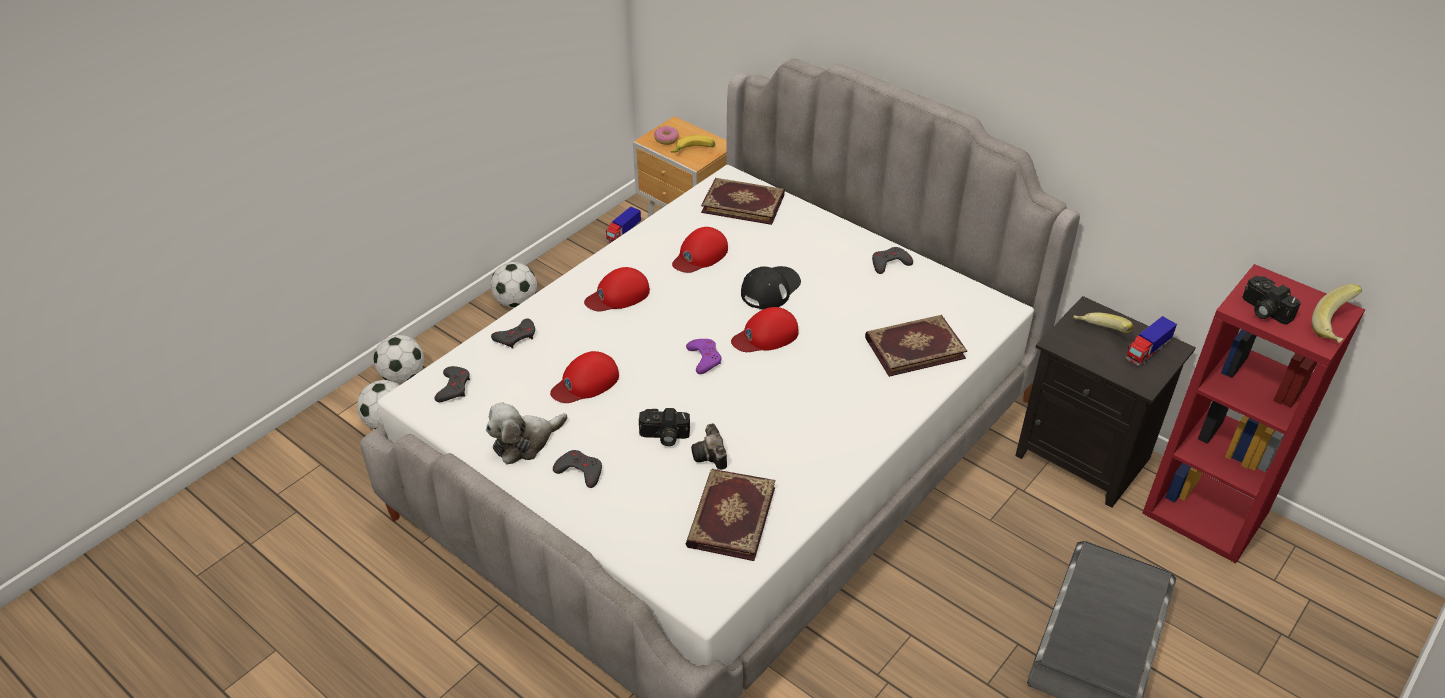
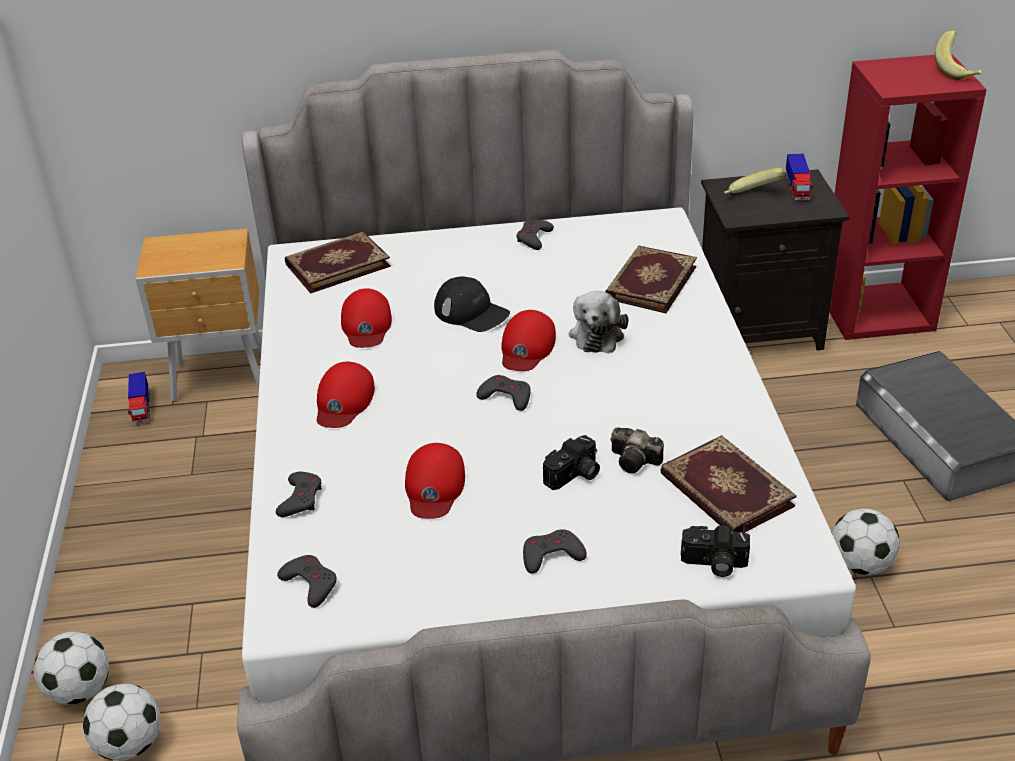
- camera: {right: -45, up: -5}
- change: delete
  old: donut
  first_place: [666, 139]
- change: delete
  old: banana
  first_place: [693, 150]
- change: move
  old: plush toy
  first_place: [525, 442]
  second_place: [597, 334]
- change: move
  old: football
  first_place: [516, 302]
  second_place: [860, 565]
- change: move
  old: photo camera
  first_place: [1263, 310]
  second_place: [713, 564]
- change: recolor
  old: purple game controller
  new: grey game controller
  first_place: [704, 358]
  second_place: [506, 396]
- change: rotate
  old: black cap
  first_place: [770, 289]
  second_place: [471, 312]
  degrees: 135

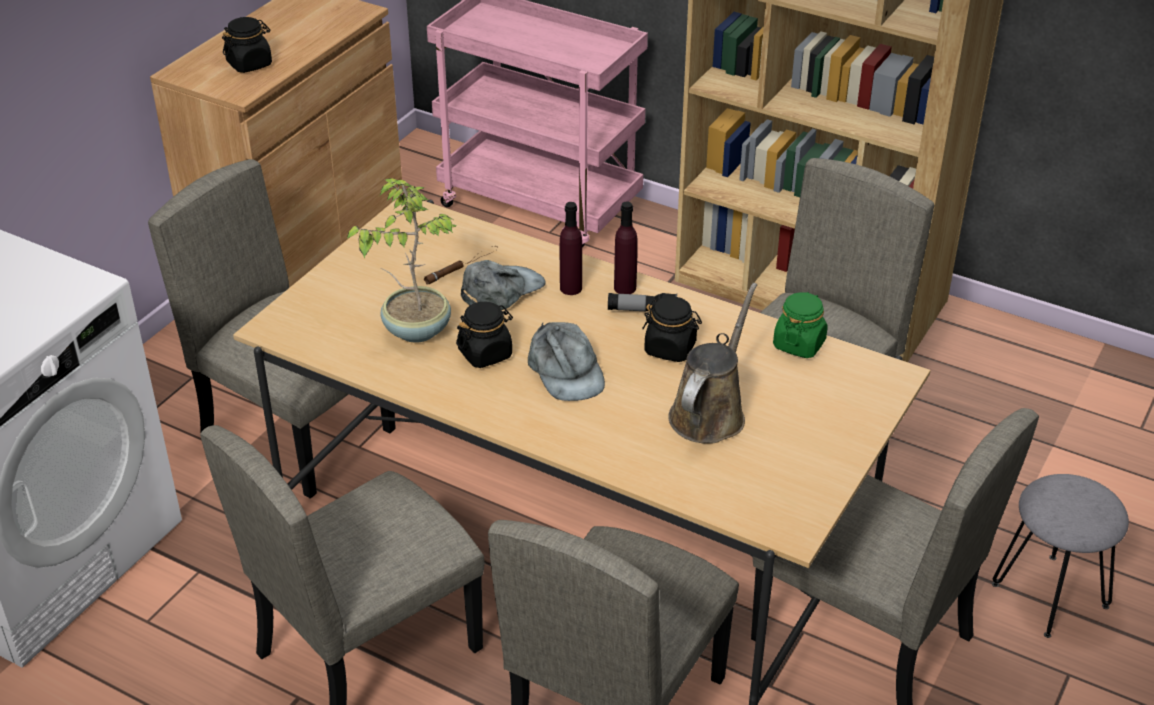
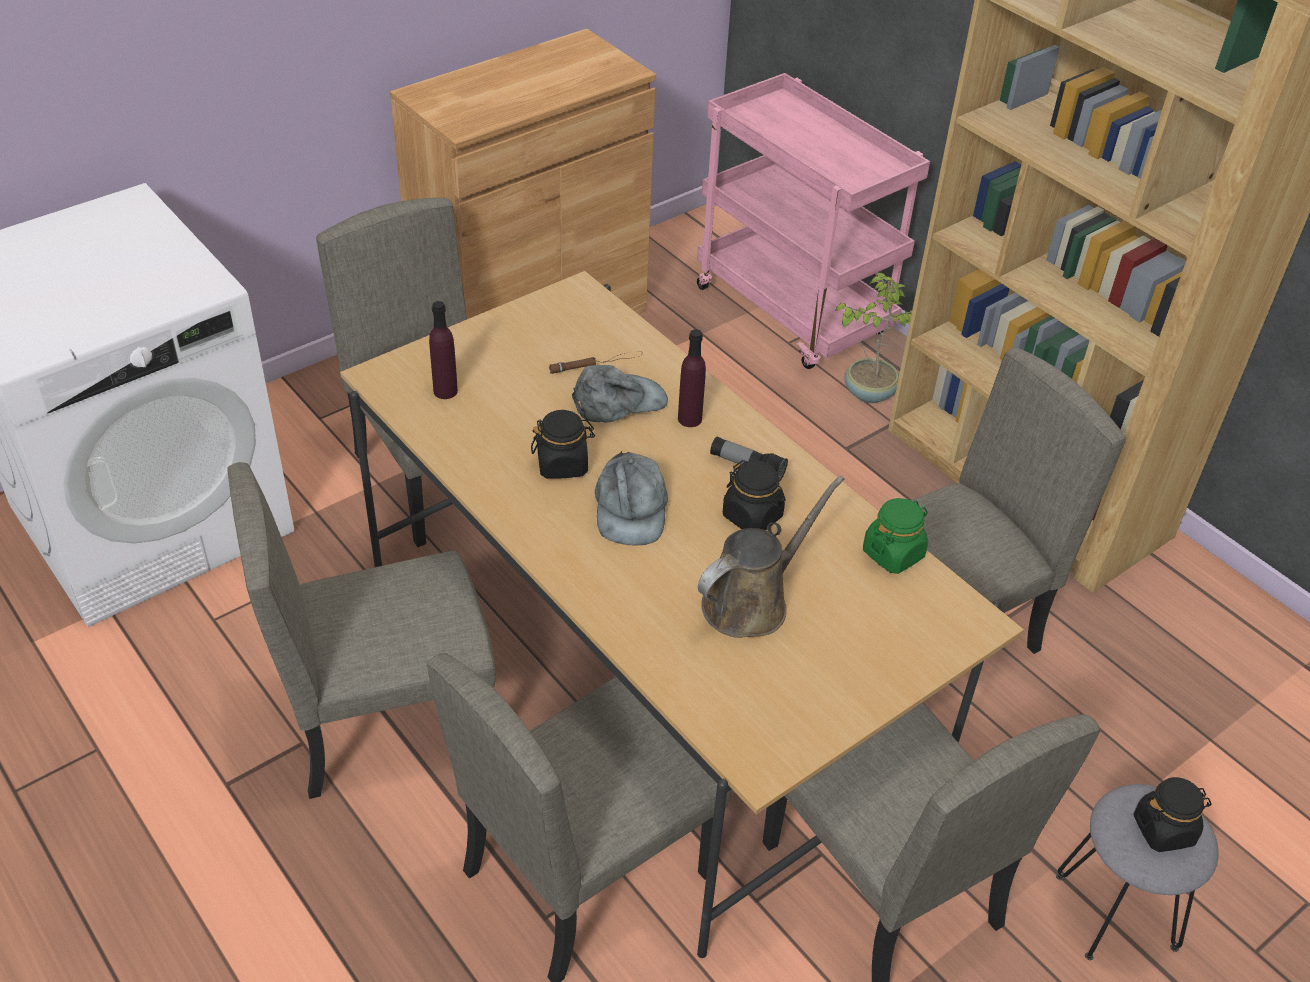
- camera: {right: 20, up: 5}
- change: move
  old: black jar
  first_place: [250, 64]
  second_place: [1164, 829]
- change: move
  old: potted plant
  first_place: [416, 329]
  second_place: [868, 392]
- change: move
  old: purple bottle
  first_place: [625, 288]
  second_place: [445, 391]

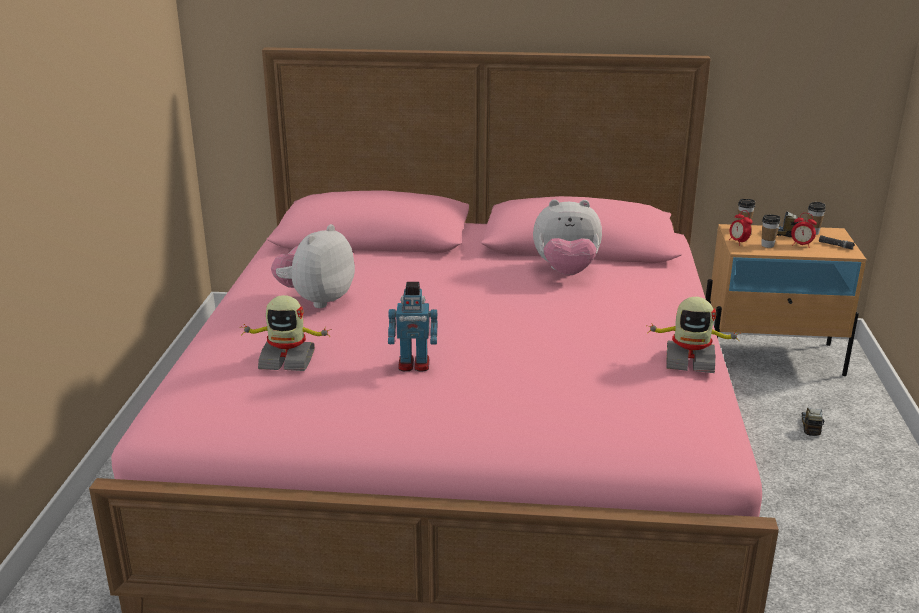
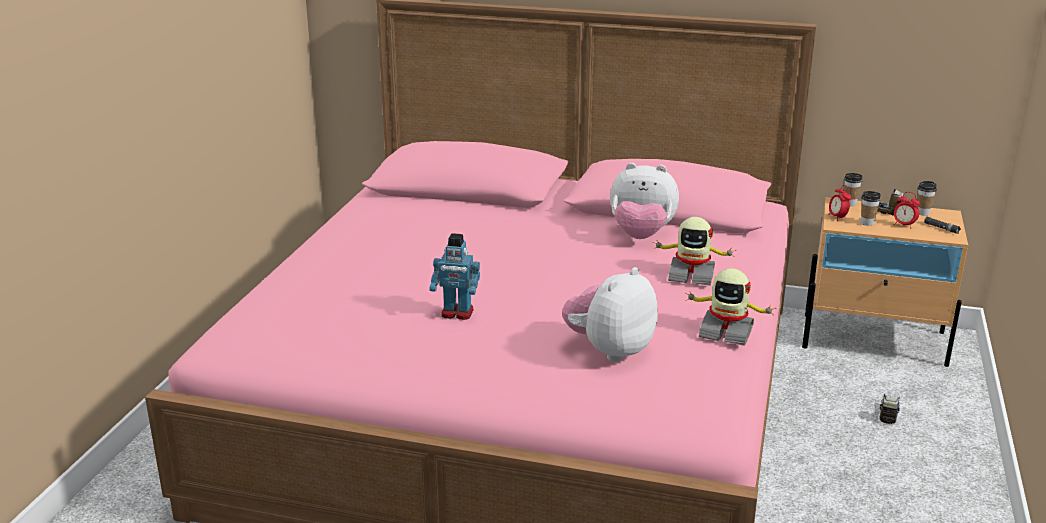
- camera: {right: 10, up: 0}
- change: move
  old: toy robot
  first_place: [287, 359]
  second_place: [691, 275]
- change: move
  old: plush toy
  first_place: [316, 300]
  second_place: [610, 350]

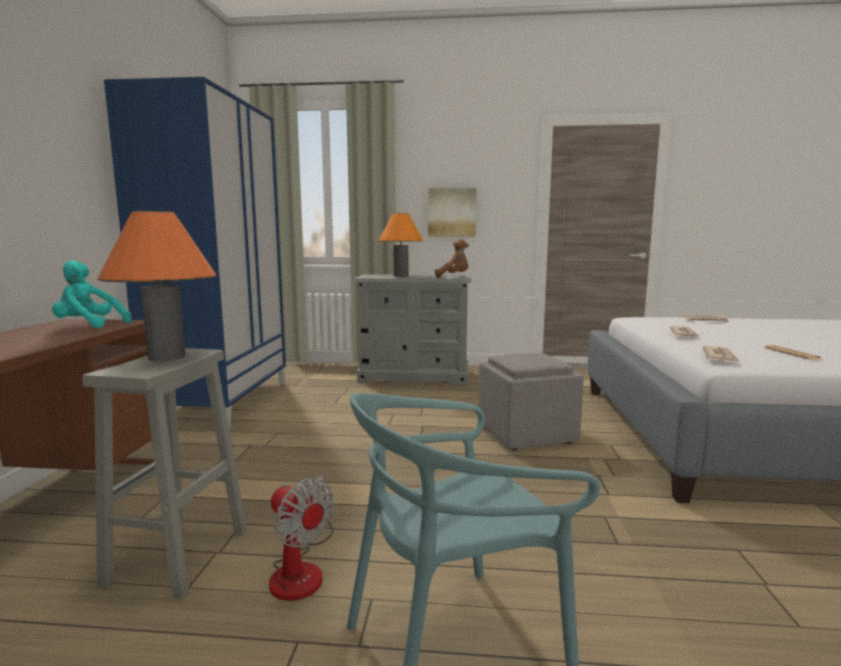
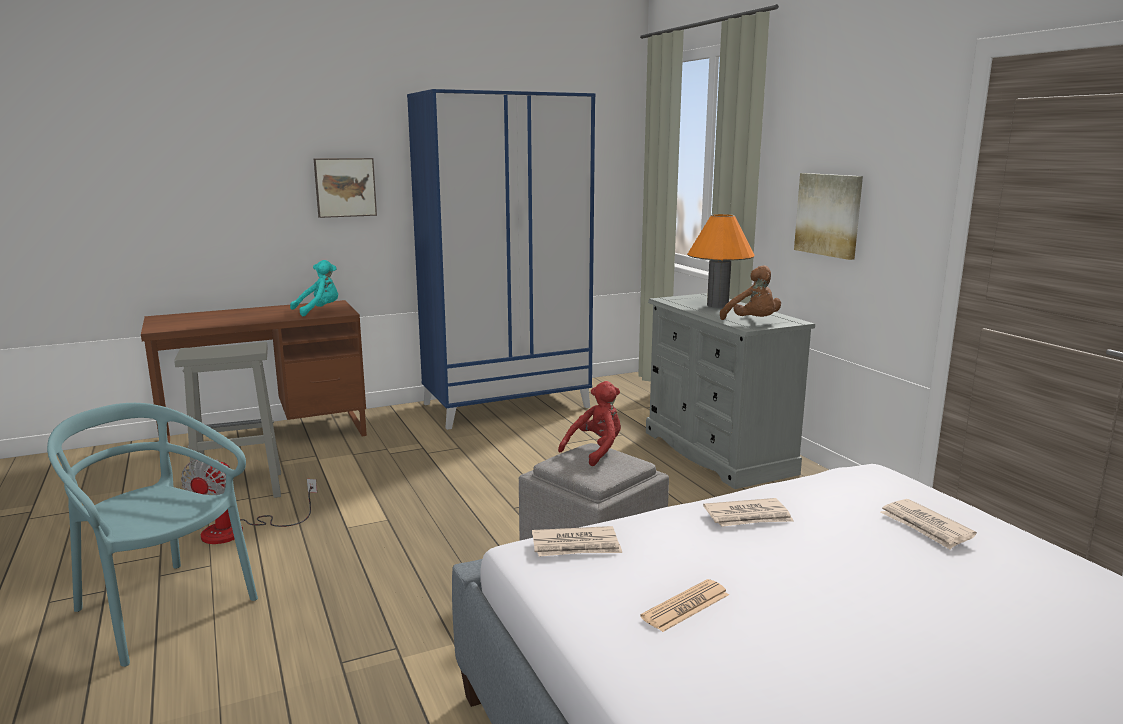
- camera: {right: 60, up: 5}
- change: delete
  old: orange table lamp
  first_place: [167, 357]
- change: insert
  new: picture
  second_place: [345, 187]
- change: insert
  new: red plush toy
  second_place: [596, 451]
- change: rotate
  old: turquoise plush toy
  first_place: [89, 326]
  second_place: [319, 311]
  degrees: 75

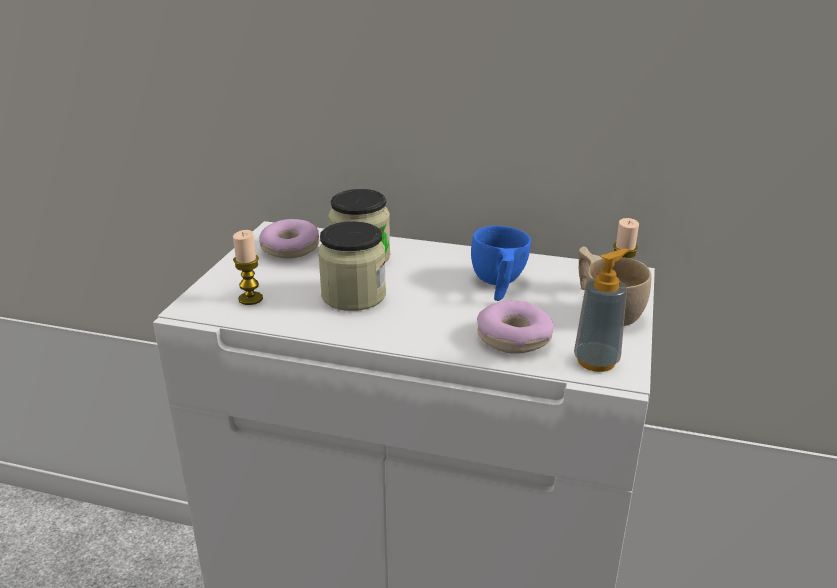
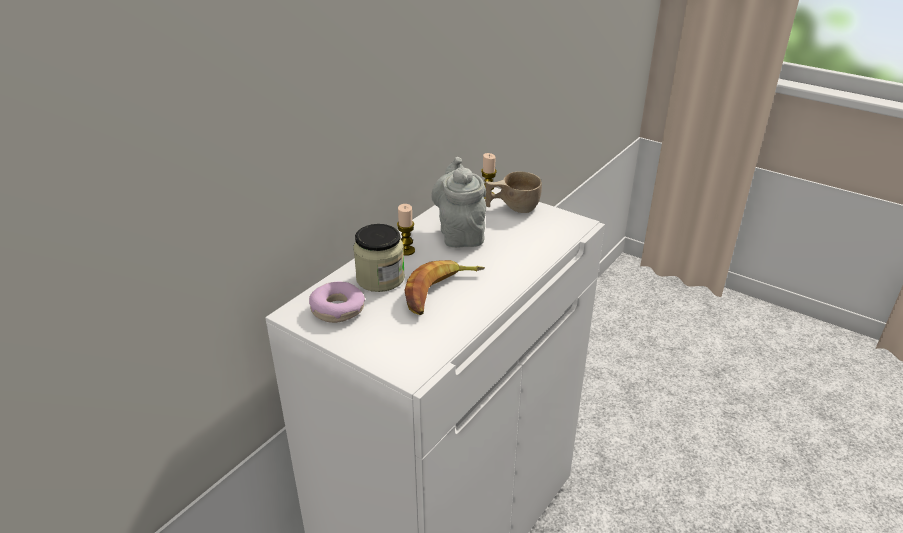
- camera: {right: -70, up: 5}
- change: delete
  old: donut
  first_place: [514, 338]
- change: delete
  old: soap dispenser
  first_place: [596, 361]
- change: move
  old: candle
  first_place: [250, 299]
  second_place: [406, 251]
- change: replace
  old: jar
  new: banana
  first_place: [353, 295]
  second_place: [440, 292]
- change: replace
  old: blue cup
  new: grey teapot
  first_place: [498, 284]
  second_place: [460, 233]

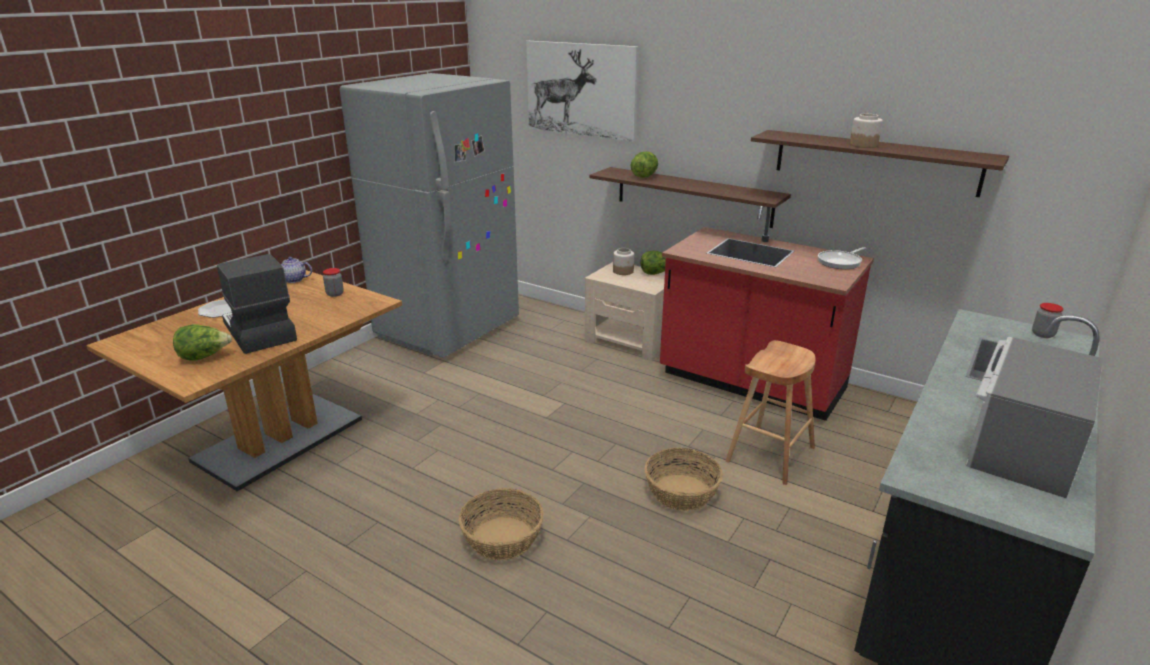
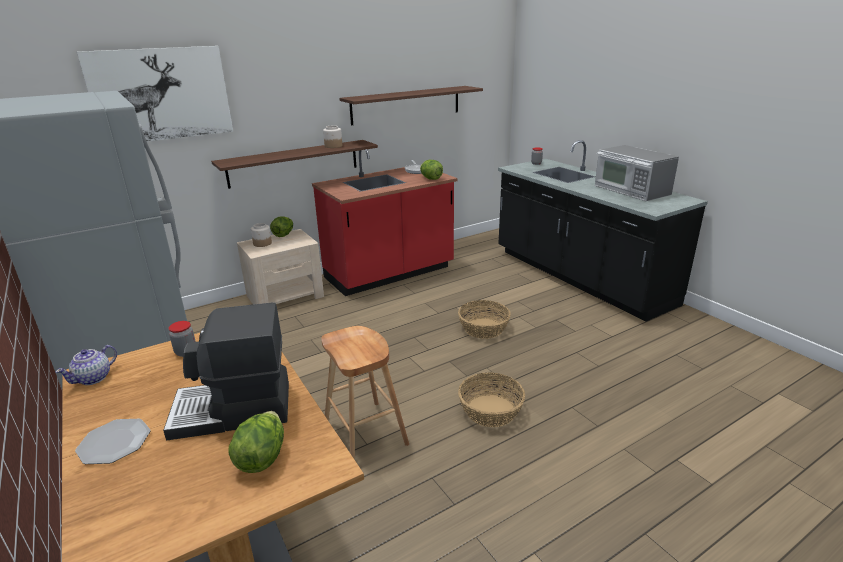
- camera: {right: -65, up: 0}
- change: move
  old: lettuce
  first_place: [644, 176]
  second_place: [431, 179]
- change: move
  old: brown stool
  first_place: [770, 454]
  second_place: [365, 433]
- change: move
  old: jar
  first_place: [863, 145]
  second_place: [333, 146]

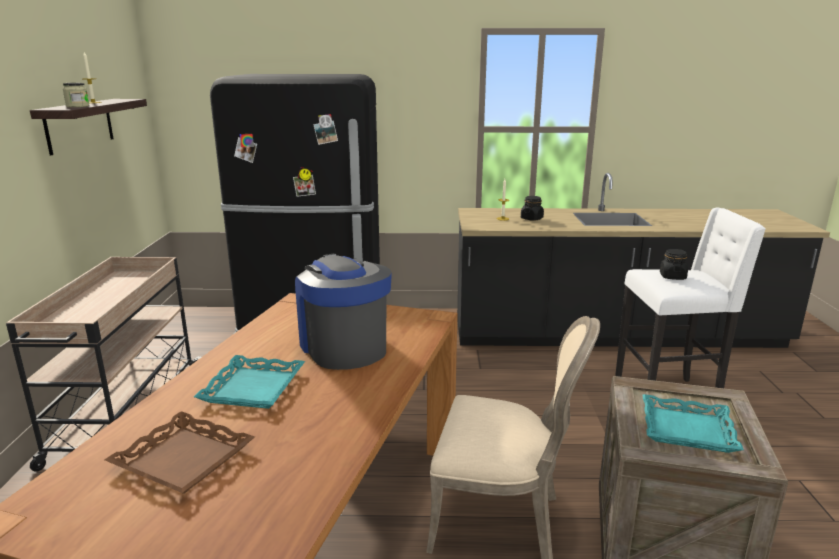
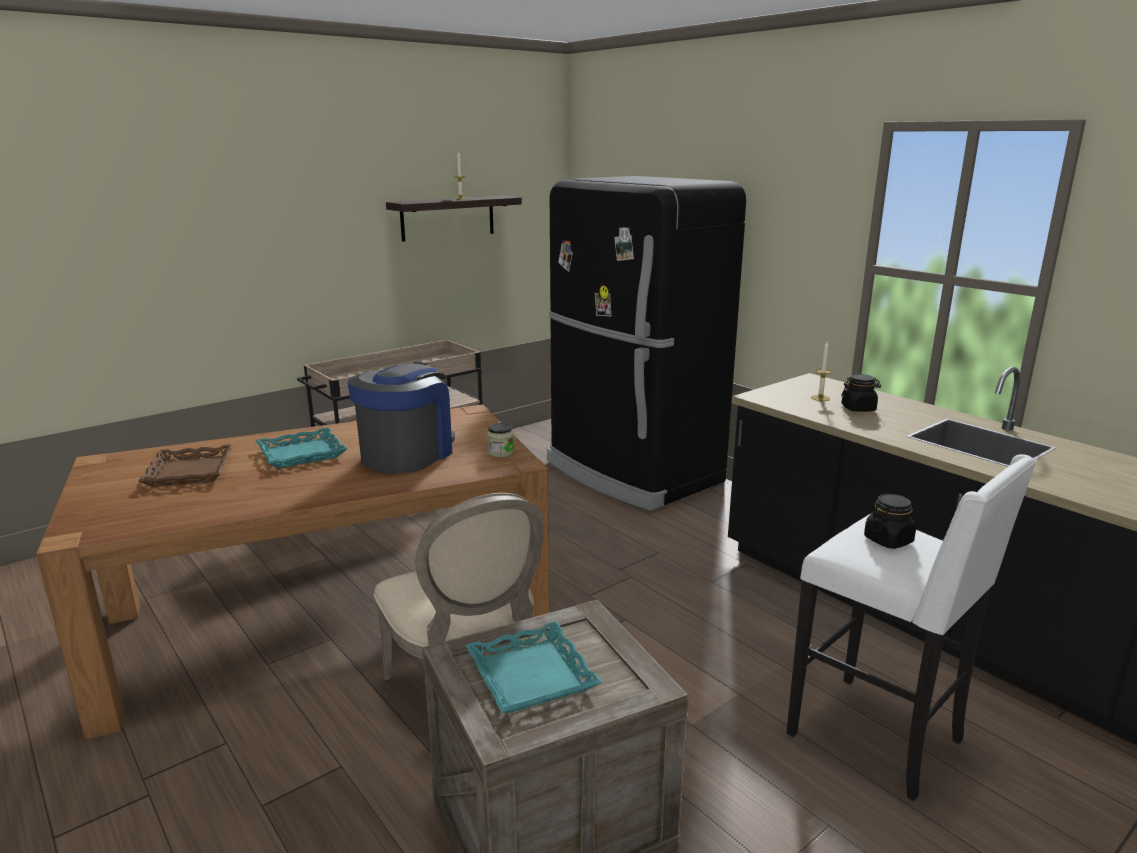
- camera: {right: 50, up: 0}
- change: move
  old: jar
  first_place: [78, 106]
  second_place: [501, 453]

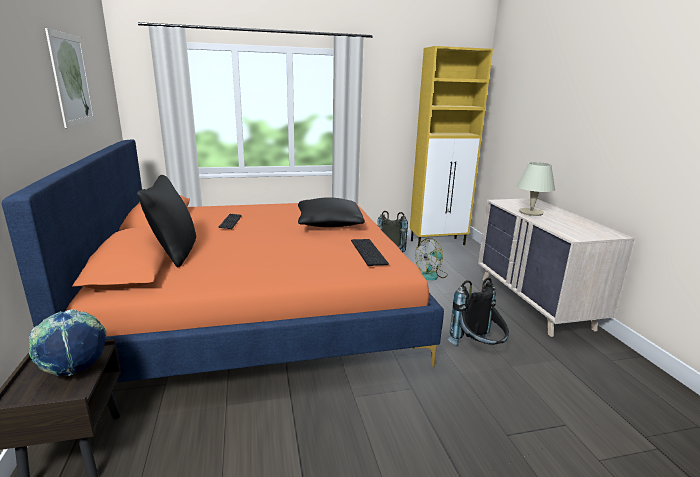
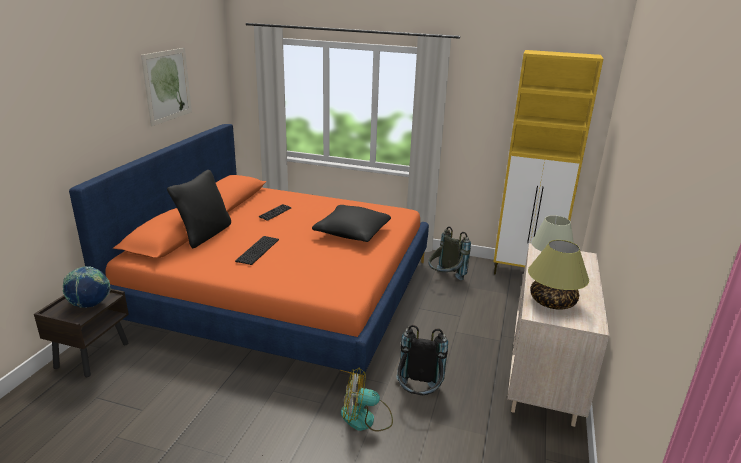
- camera: {right: 30, up: 5}
- change: insert
  new: table lamp
  second_place: [552, 302]
- change: move
  old: keyboard
  first_place: [367, 251]
  second_place: [257, 249]
- change: move
  old: fan
  first_place: [430, 275]
  second_place: [366, 418]

